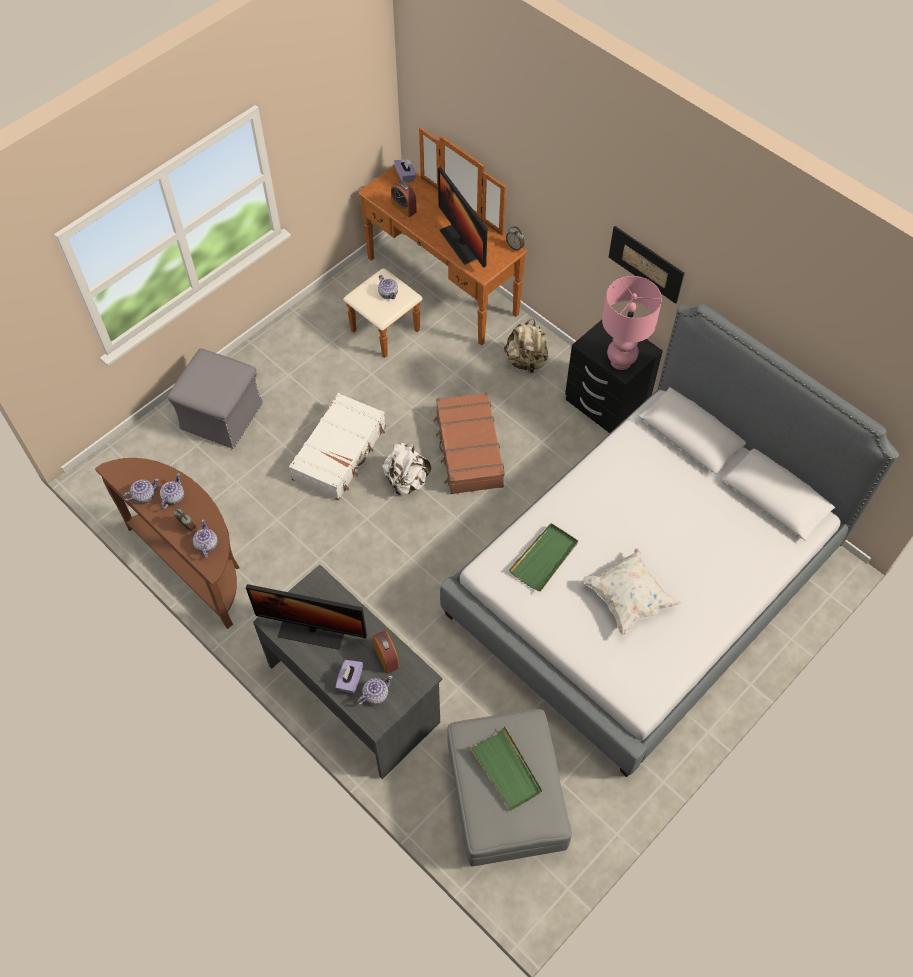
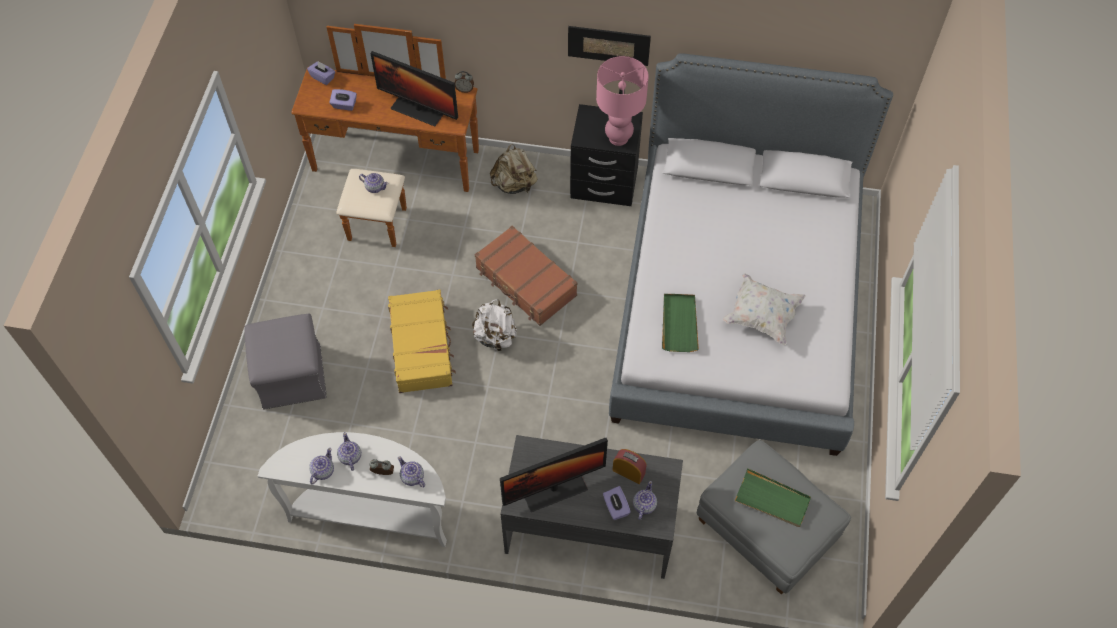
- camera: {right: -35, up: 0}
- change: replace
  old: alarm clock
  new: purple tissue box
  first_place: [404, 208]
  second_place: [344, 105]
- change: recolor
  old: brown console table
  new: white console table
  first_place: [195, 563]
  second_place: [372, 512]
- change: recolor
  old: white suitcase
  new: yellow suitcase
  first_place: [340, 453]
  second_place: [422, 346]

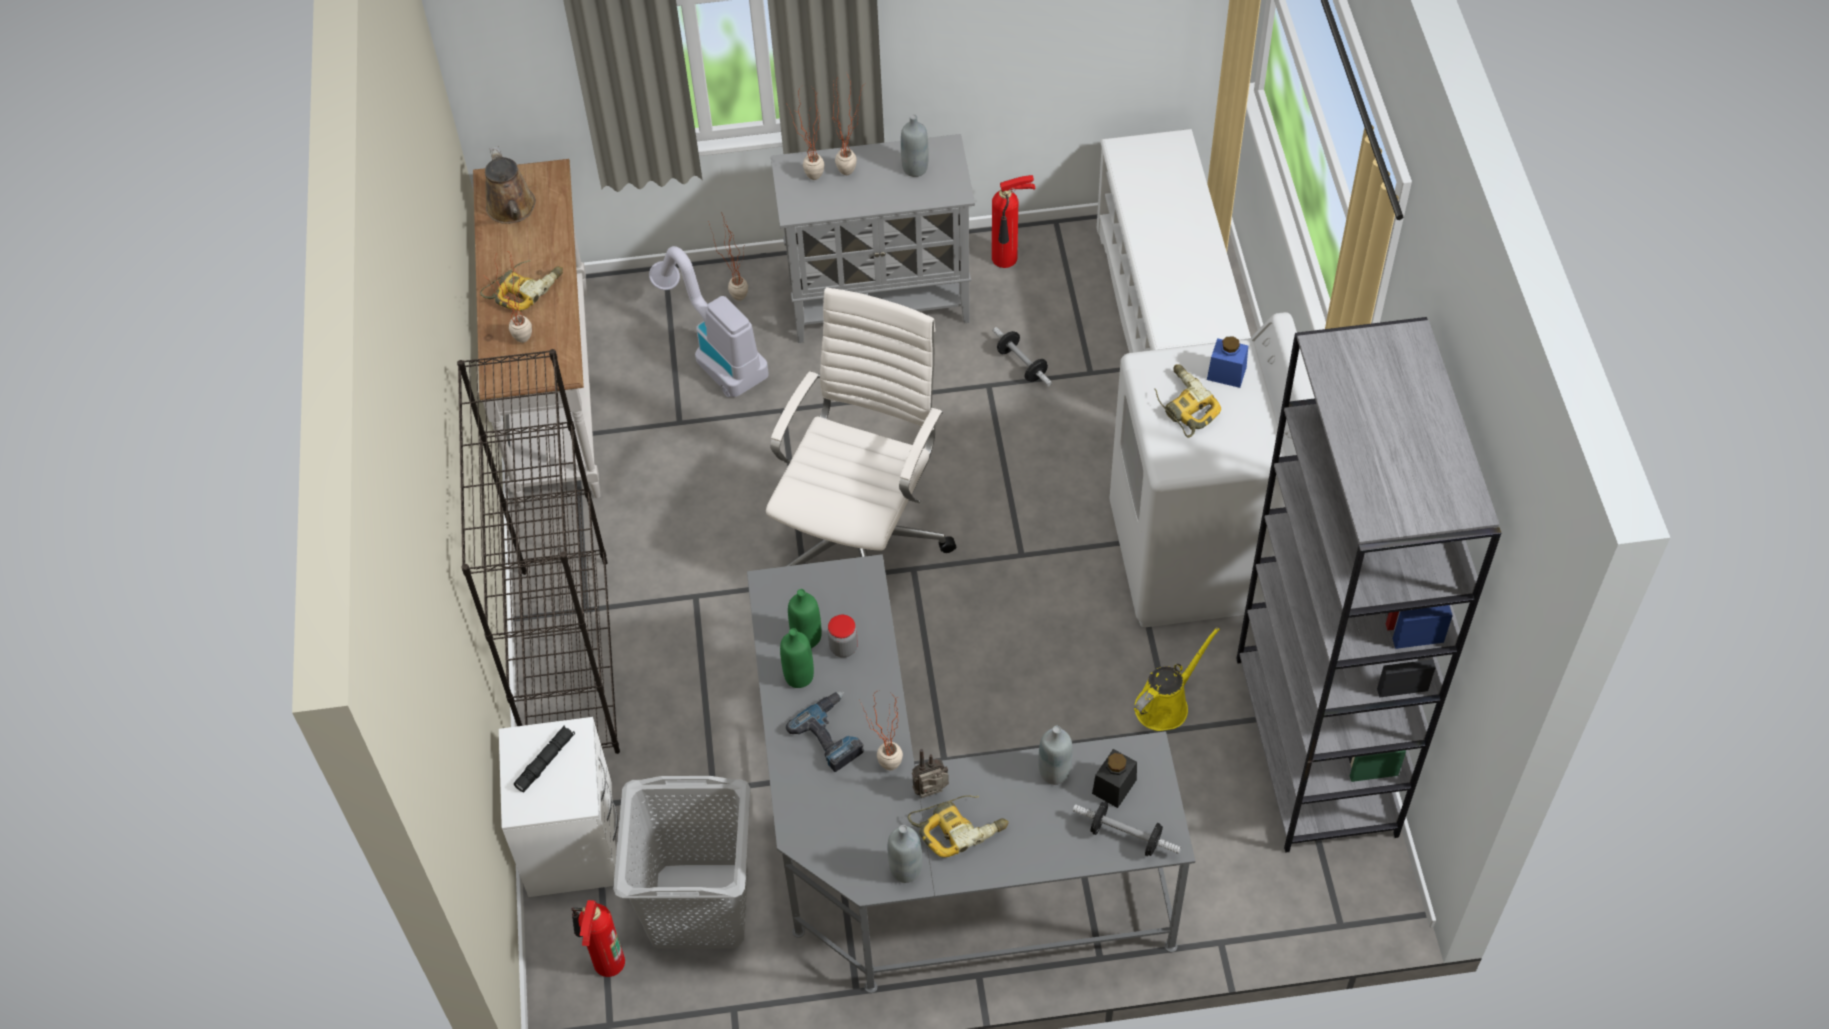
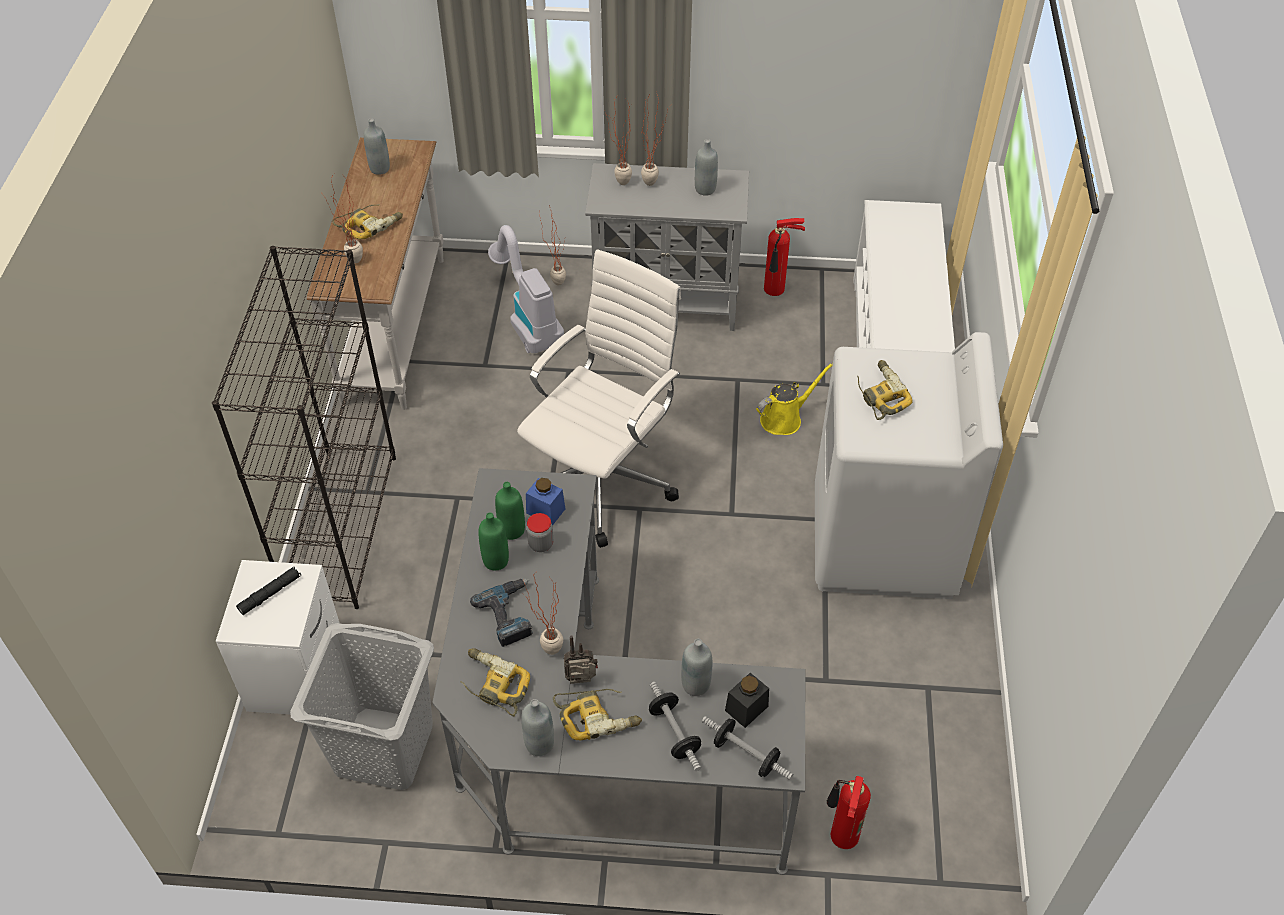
- camera: {right: 10, up: -5}
- change: delete
  old: grey bookcase
  first_place: [1317, 747]
- change: insert
  new: power drill
  second_place: [493, 685]
- change: move
  old: fire extinguisher
  first_place: [605, 964]
  second_place: [841, 837]
- change: move
  old: dumbbell
  first_place: [1022, 365]
  second_place: [674, 733]
- change: move
  old: yellow watering can
  first_place: [1165, 704]
  second_place: [784, 418]
- change: move
  old: blue jar
  first_place: [1226, 373]
  second_place: [545, 511]
- change: replace
  old: brown watering can
  new: grey bottle
  first_place: [512, 209]
  second_place: [380, 168]

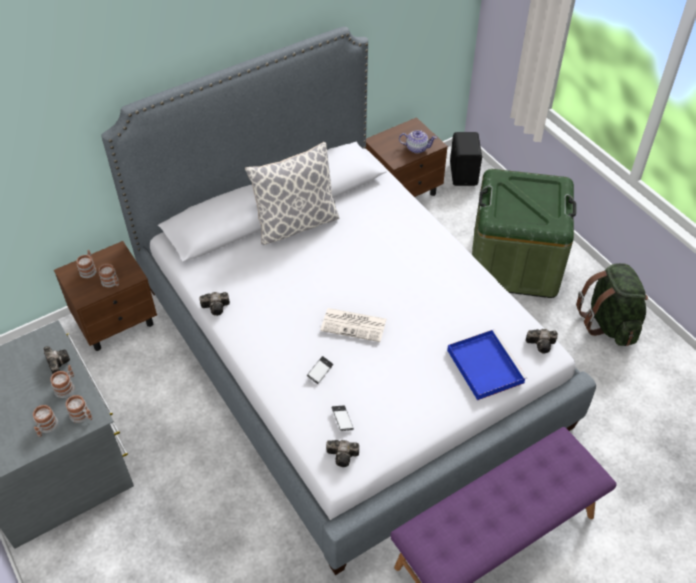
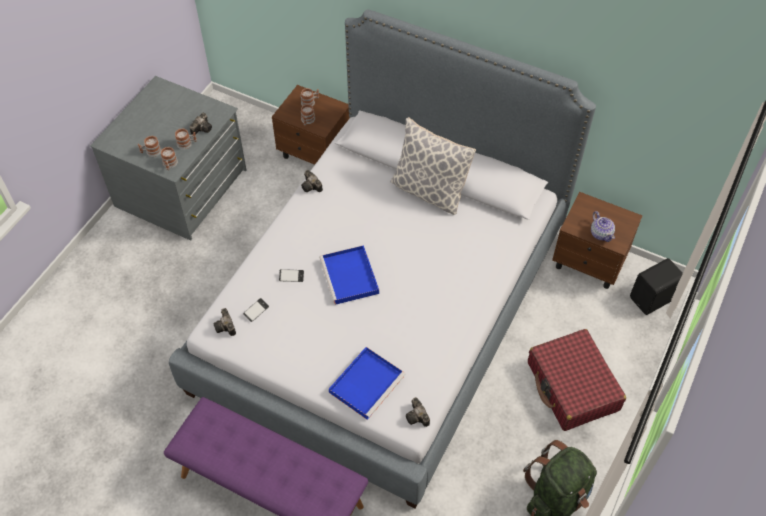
- camera: {right: 60, up: 5}
- change: replace
  old: newspaper
  new: blue tray
  first_place: [354, 325]
  second_place: [350, 277]
- change: replace
  old: green storage box
  new: red suitcase
  first_place: [514, 262]
  second_place: [572, 386]

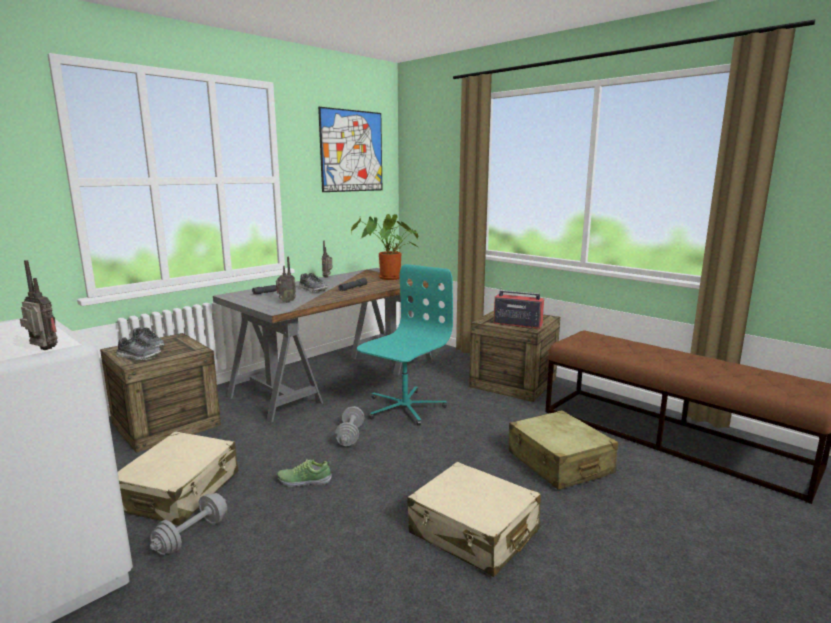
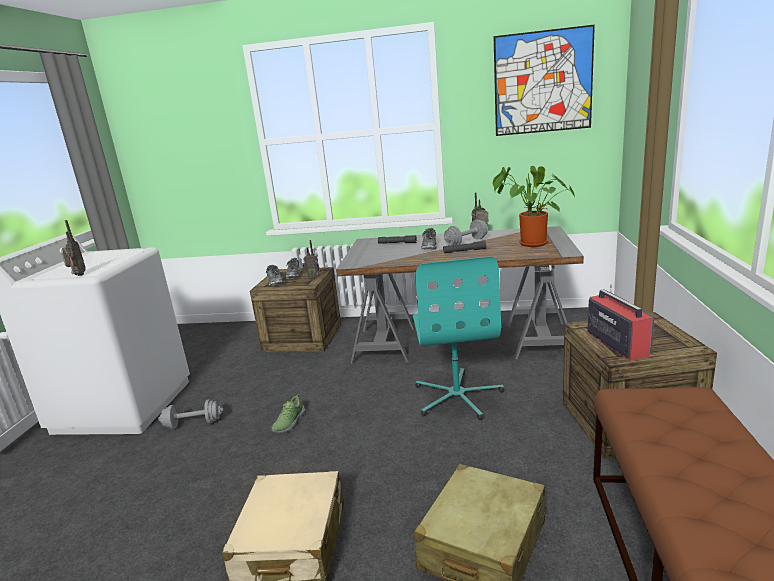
- camera: {right: 55, up: 5}
- change: delete
  old: beige suitcase
  first_place: [180, 491]
- change: move
  old: radio
  first_place: [286, 302]
  second_place: [313, 278]
- change: move
  old: grey dumbbell
  first_place: [350, 435]
  second_place: [466, 242]
- change: rotate
  old: shoe
  first_place: [304, 481]
  second_place: [288, 422]
  degrees: -120
- change: rotate
  old: turquoise office chair
  first_place: [404, 407]
  second_place: [457, 396]
  degrees: 90

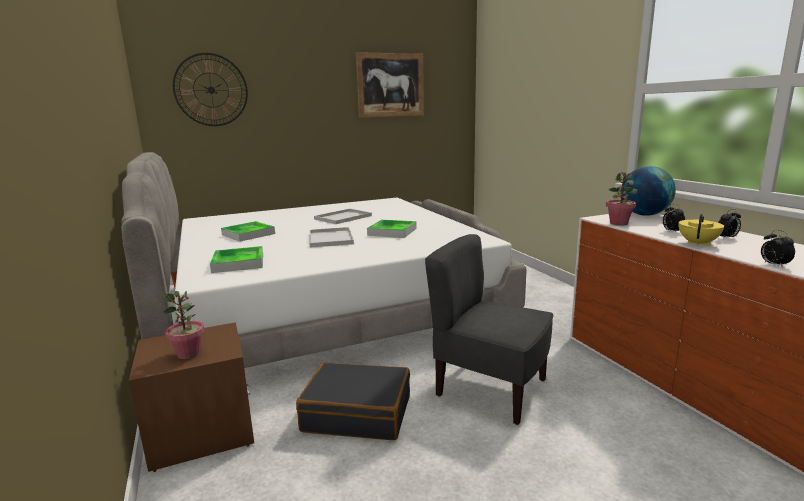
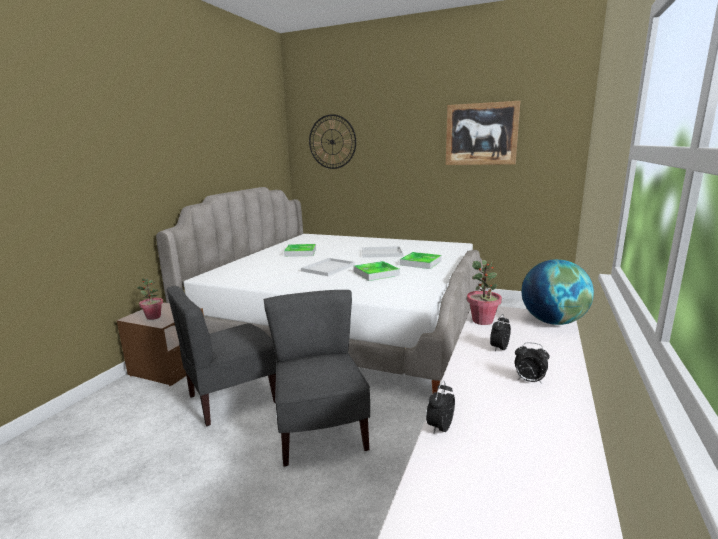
- camera: {right: 45, up: 0}
- change: delete
  old: yellow teapot
  first_place: [698, 243]
- change: move
  old: tray
  first_place: [238, 263]
  second_place: [420, 263]
- change: replace
  old: black suitcase
  new: grey chair
  first_place: [357, 413]
  second_place: [232, 398]

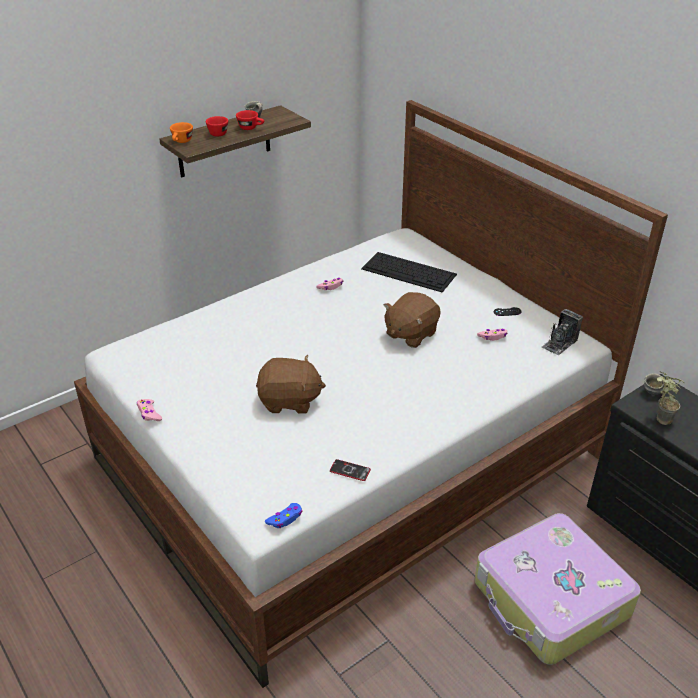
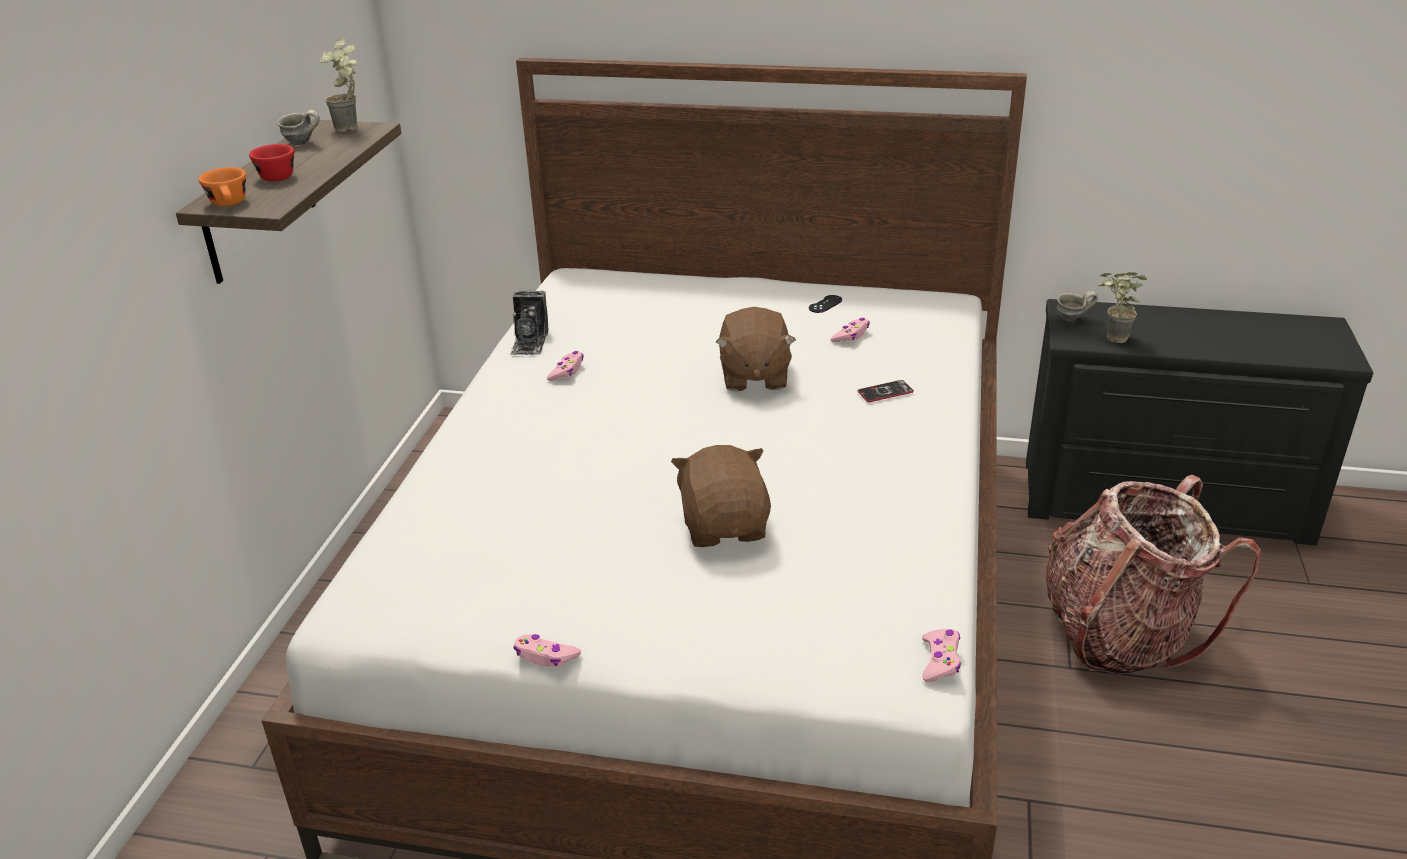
- camera: {right: -40, up: -5}
- change: delete
  old: red cup
  first_place: [251, 128]
- change: delete
  old: keyboard
  first_place: [409, 271]
- change: insert
  new: potted plant
  second_place: [352, 129]
- change: move
  old: phone
  first_place: [350, 470]
  second_place: [885, 392]
- change: move
  old: photo camera
  first_place: [559, 343]
  second_place: [530, 342]
- change: replace
  old: suitcase
  new: backpack
  first_place: [550, 600]
  second_place: [1119, 634]
- change: recolor
  old: blue game controller
  new: pink game controller
  first_place: [285, 519]
  second_place: [940, 660]
- change: rotate
  old: brown plush toy
  first_place: [289, 401]
  second_place: [725, 526]
  degrees: -60

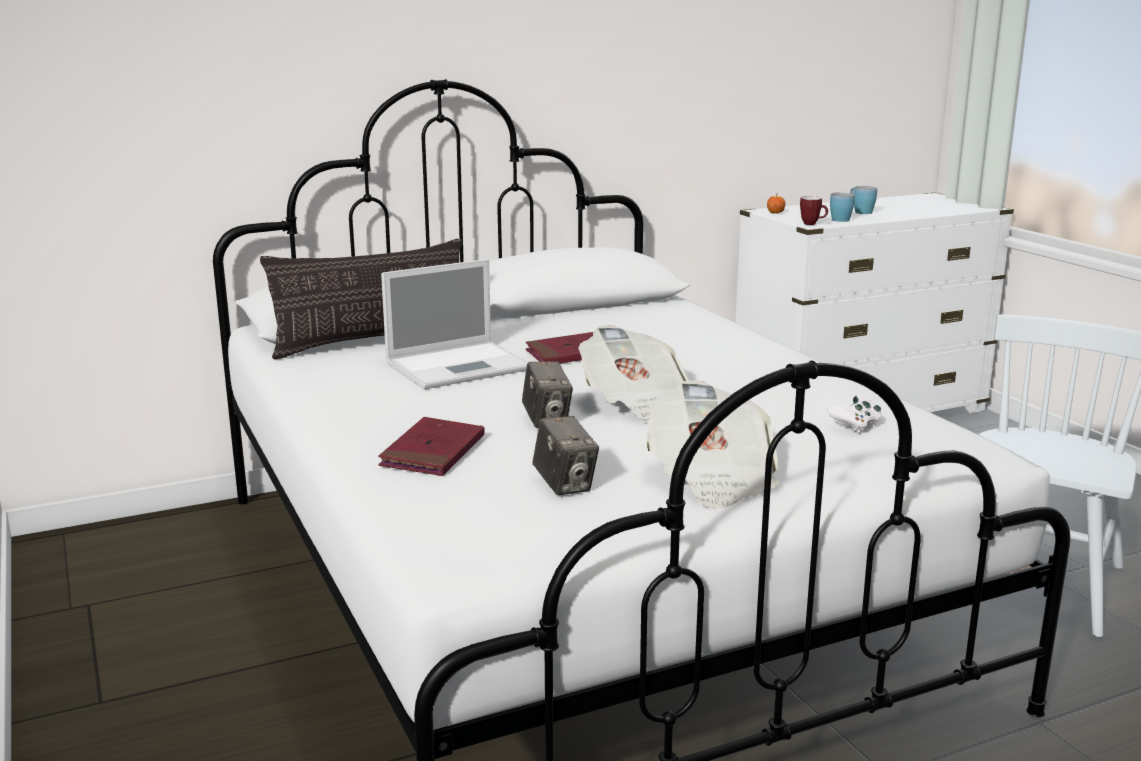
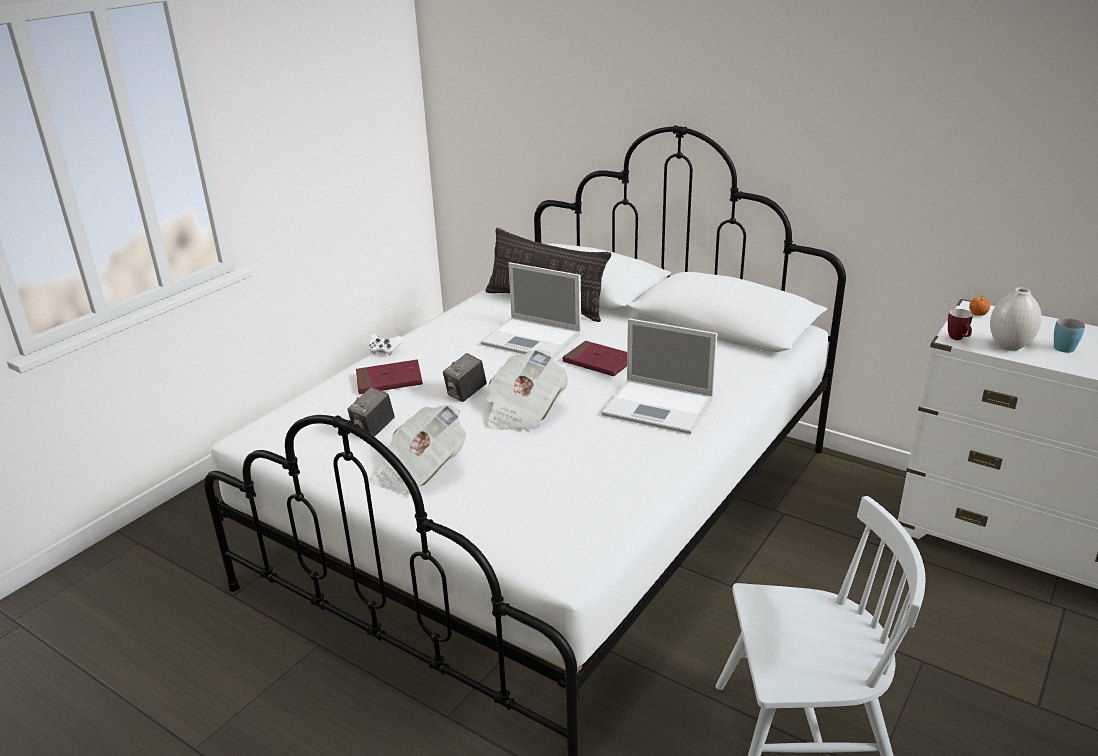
- camera: {right: 60, up: 10}
- change: insert
  new: laptop
  second_place: [660, 407]
- change: move
  old: white game controller
  first_place: [855, 426]
  second_place: [384, 351]
- change: replace
  old: blue mug
  new: white vase
  first_place: [842, 219]
  second_place: [1009, 346]

